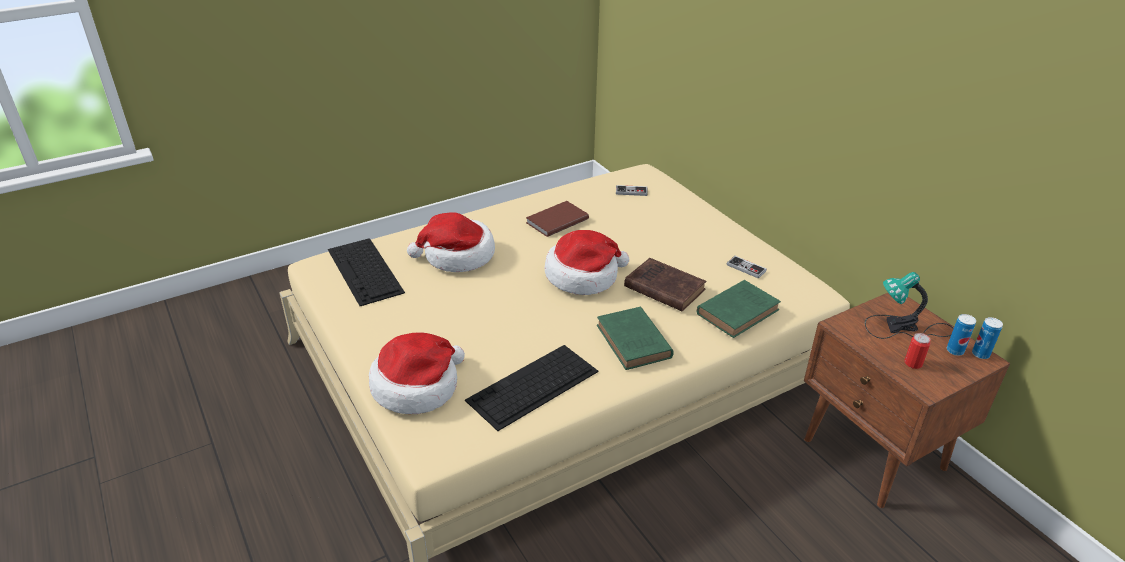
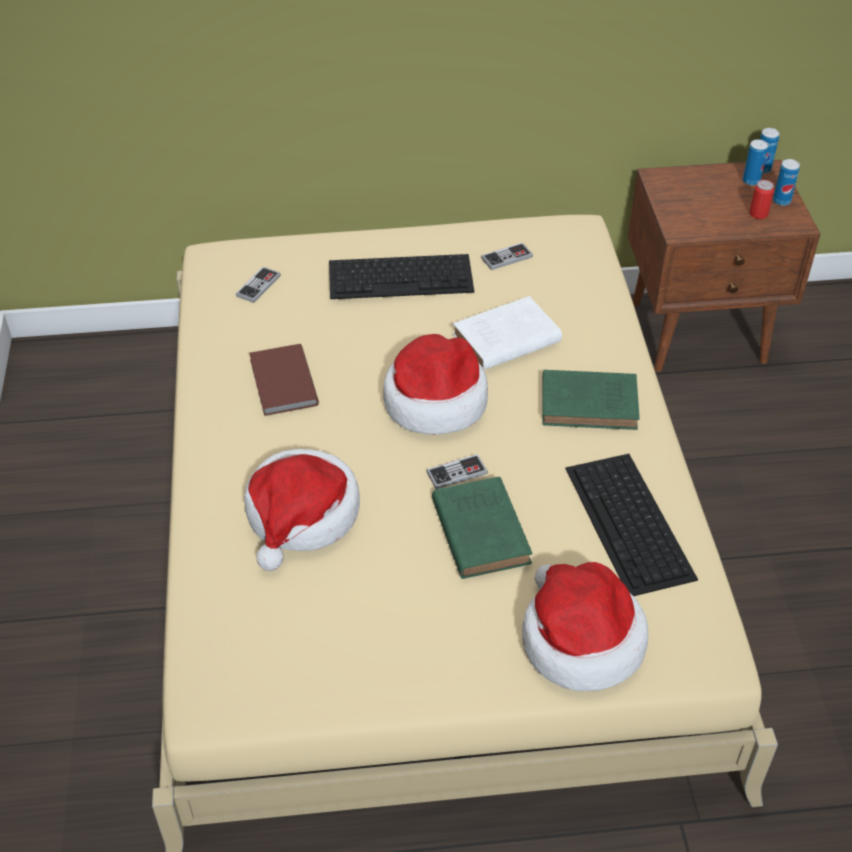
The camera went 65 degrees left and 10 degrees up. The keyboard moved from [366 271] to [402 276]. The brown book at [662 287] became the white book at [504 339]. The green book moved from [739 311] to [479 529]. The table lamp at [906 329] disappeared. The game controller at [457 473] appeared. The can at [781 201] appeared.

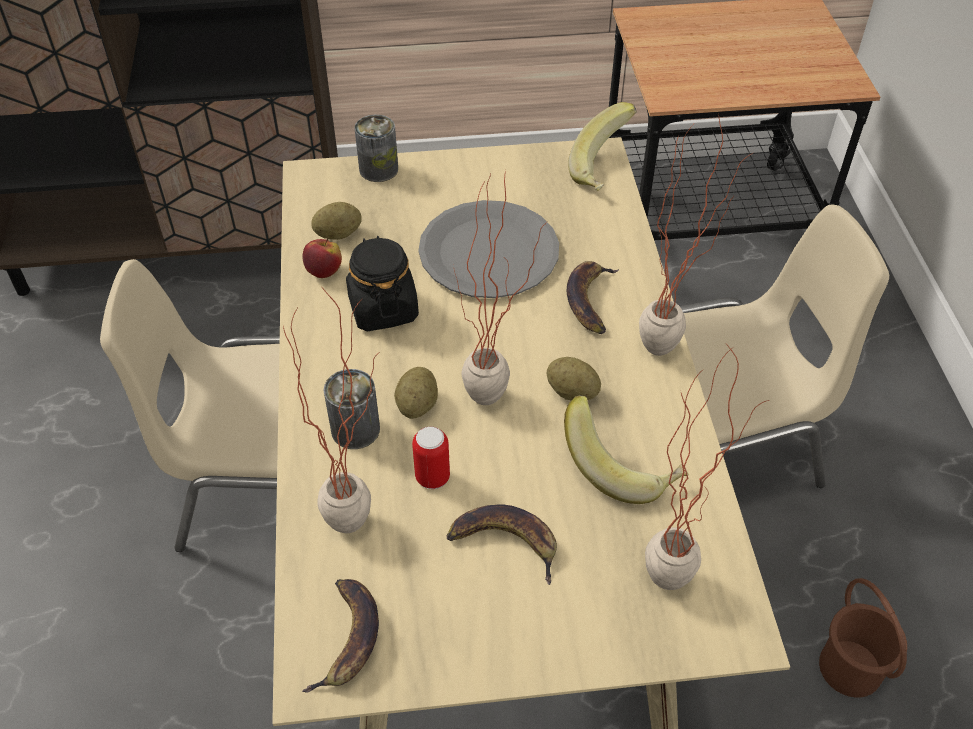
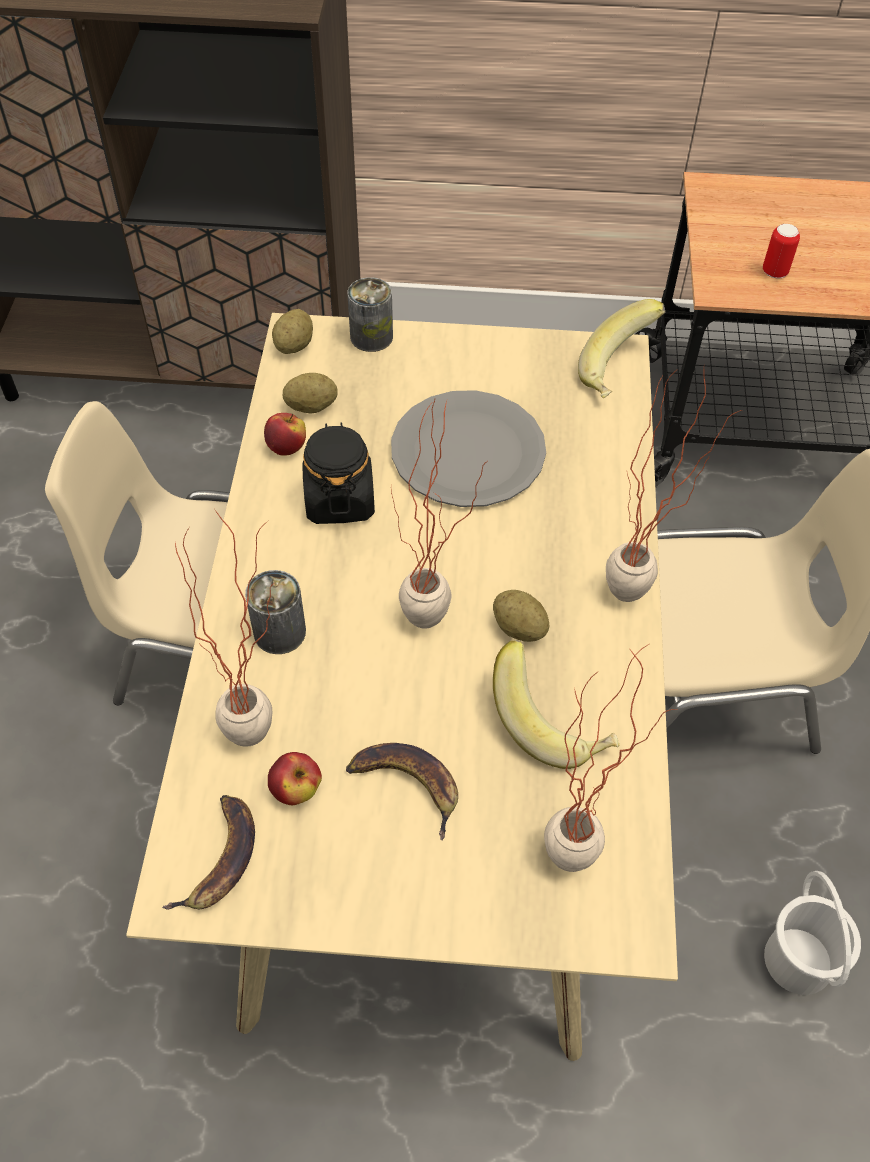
The camera went 10 degrees right and 5 degrees up. The potato moved from [417 405] to [294 345]. The can moved from [432 477] to [774 272]. The banana at [590 300] disappeared. The brown bucket at [851 667] became the white bucket at [799 959]. The apple at [296 790] appeared.

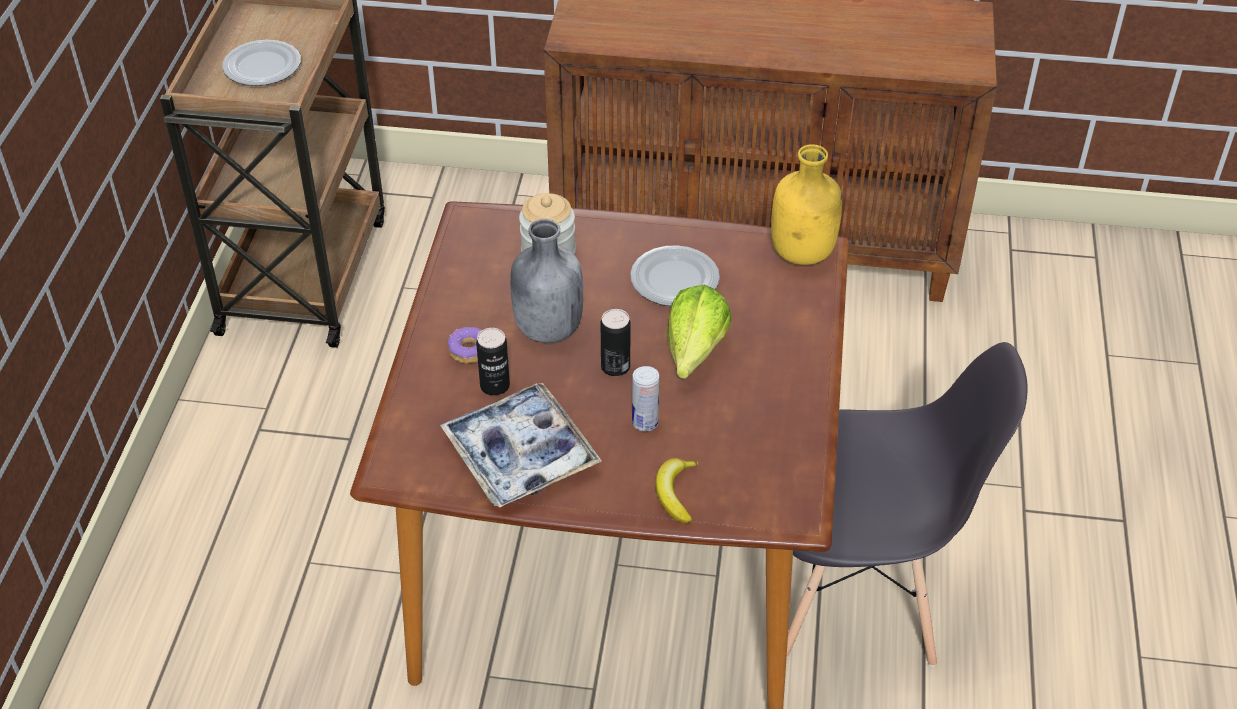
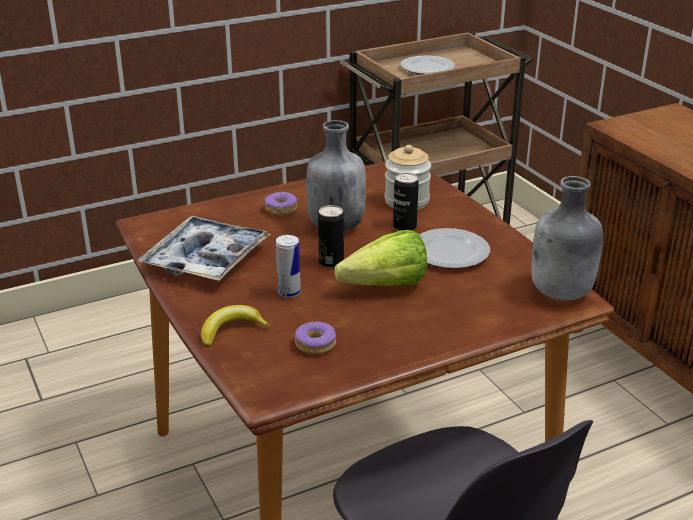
The camera went 55 degrees right and 15 degrees down. The can moved from [495 386] to [404 226]. The yellow bottle at [803 253] became the grey bottle at [561 293]. The donut at [315 344] appeared.

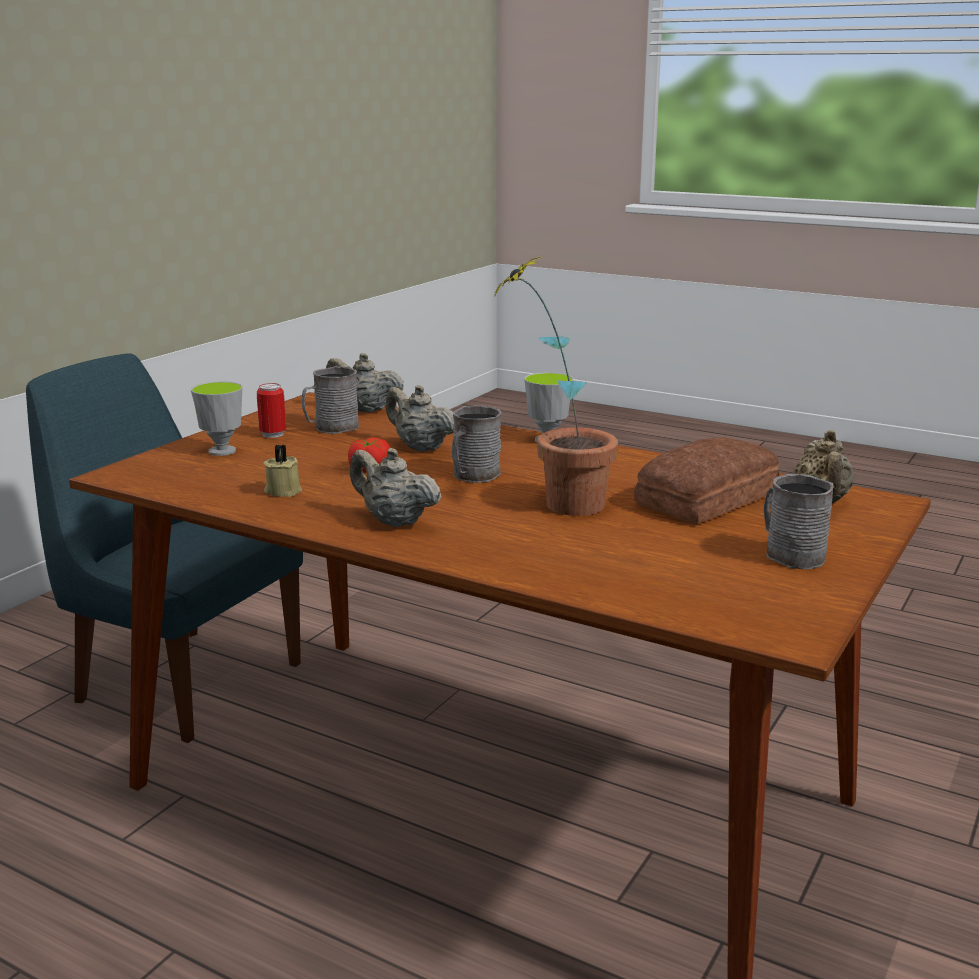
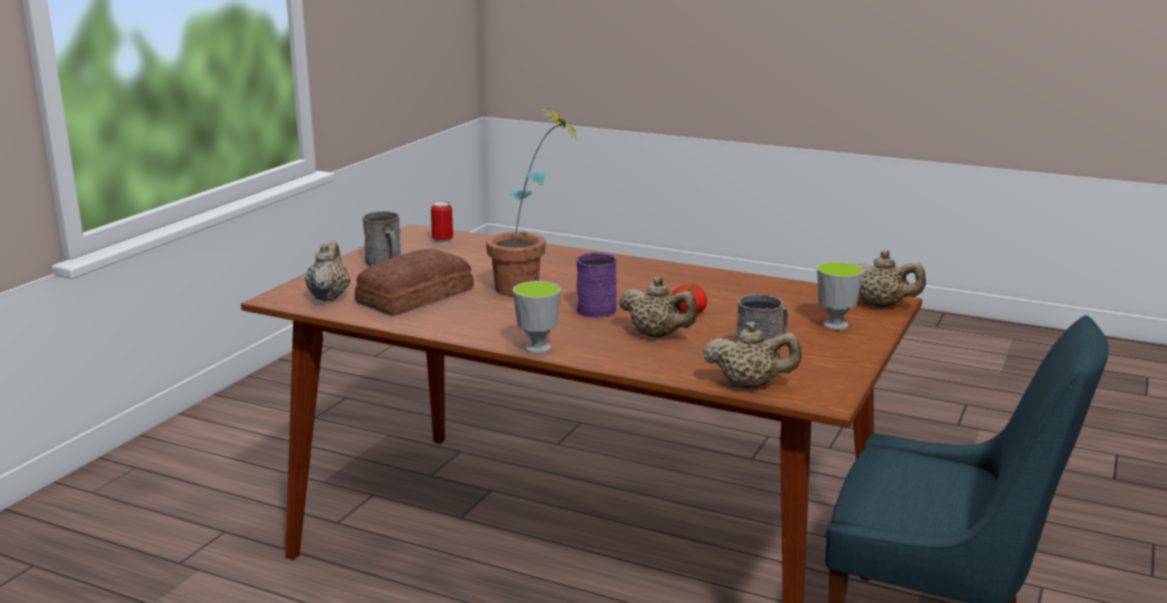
The camera went 175 degrees right and 0 degrees up. The can moved from [273 434] to [442 241]. The beige candle at [283 491] disappeared. The beige teapot moved from [394 521] to [881 305]. The grey mug at [472 476] became the purple mug at [599 308].

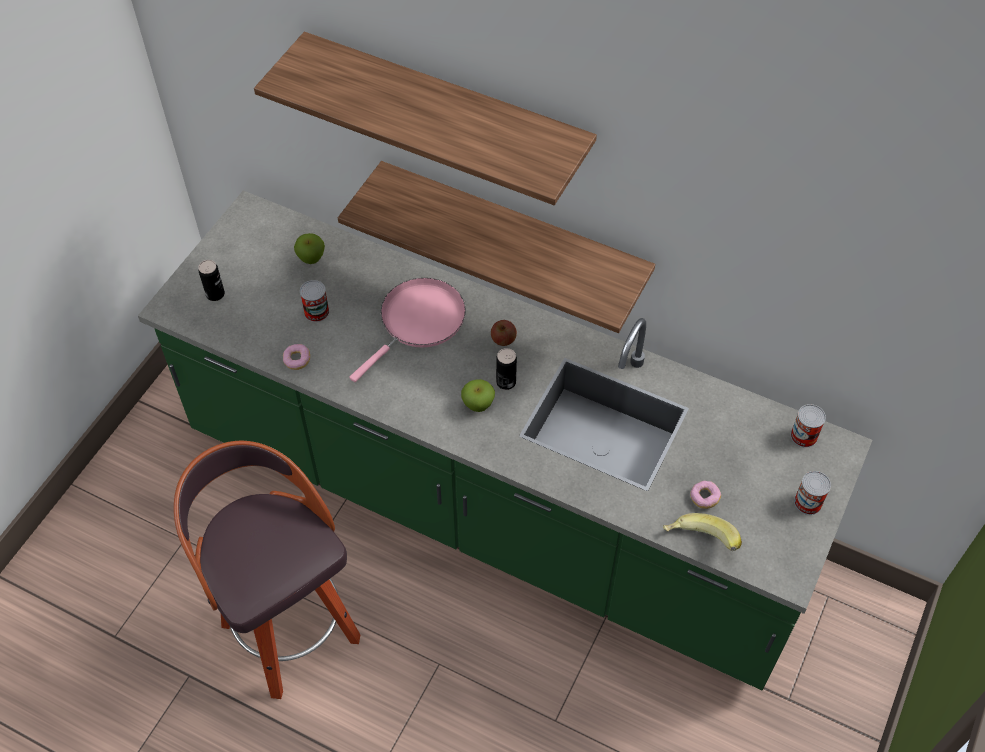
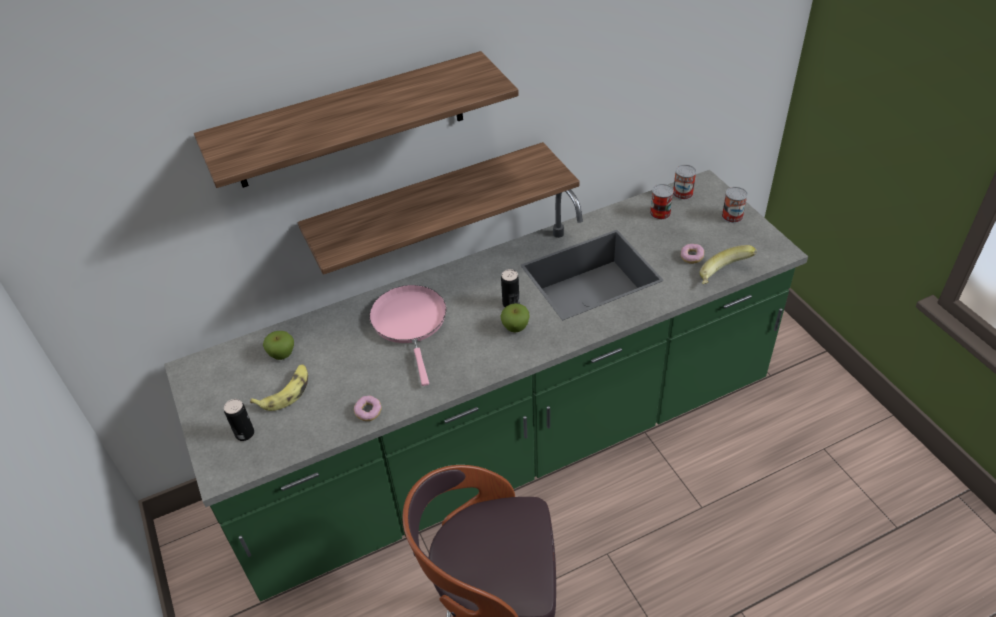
The camera went 50 degrees left and 10 degrees down. The can moved from [316 312] to [660 213]. The apple at [503 339] disappeared. The banana at [286 392] appeared.

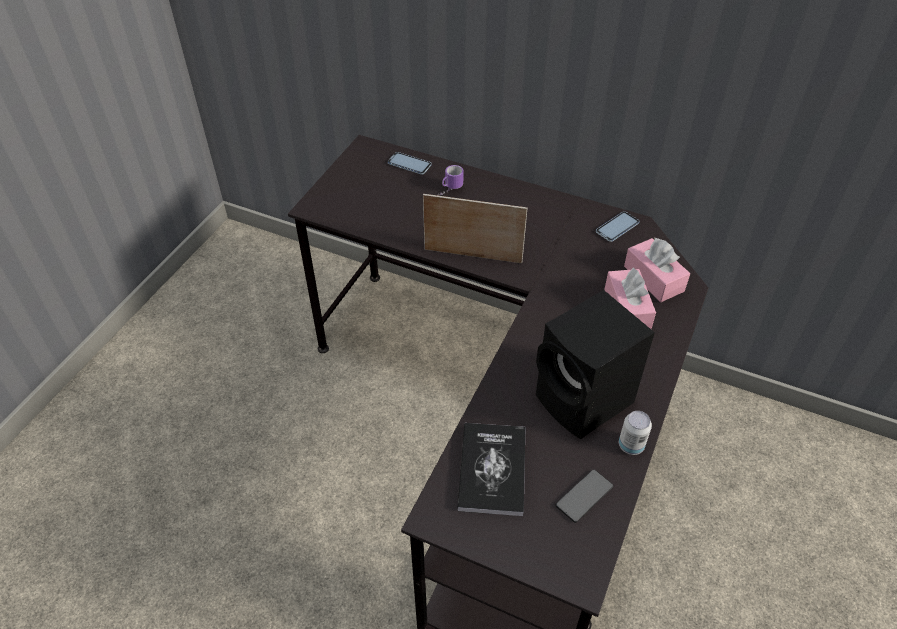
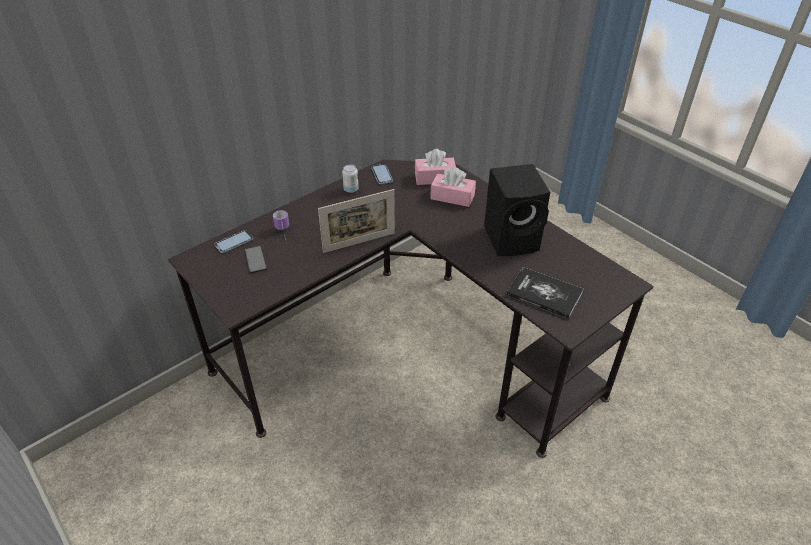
The camera went 65 degrees left and 5 degrees down. The picture frame at [473 256] turned 150 degrees counterclockwise. The phone moved from [584 496] to [255 260]. The can moved from [631 445] to [351 189].

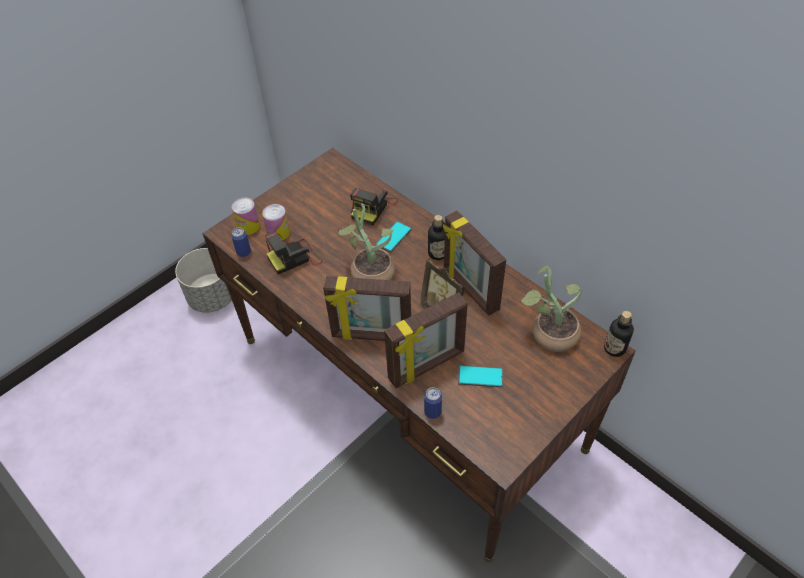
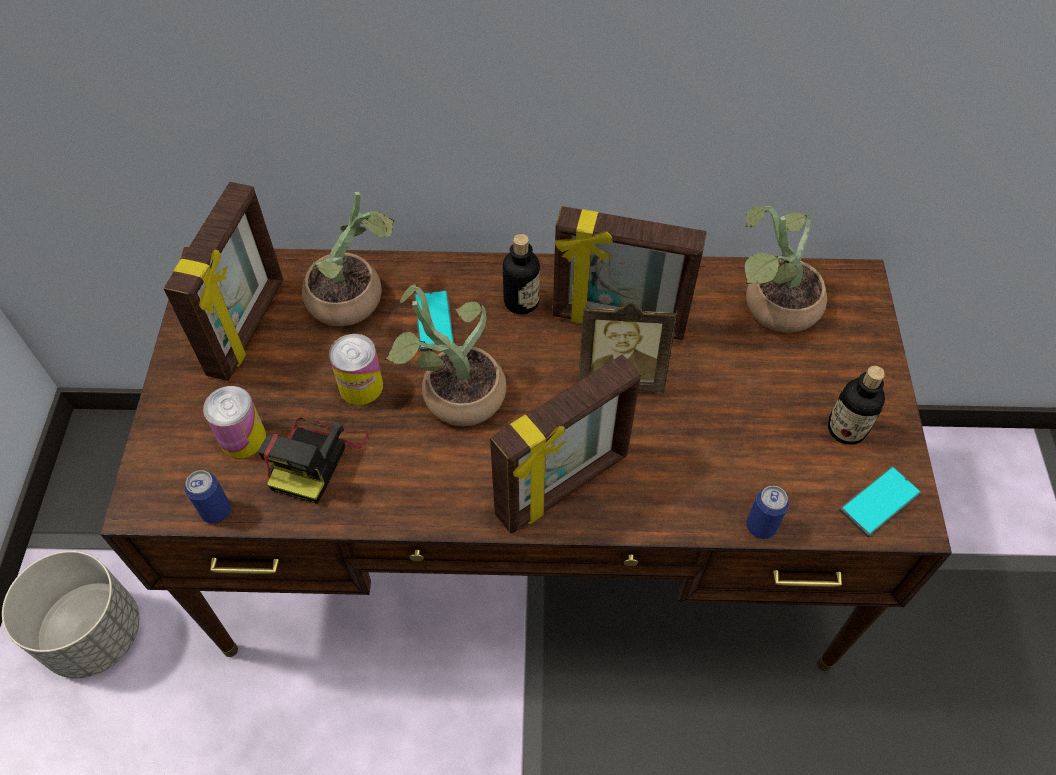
The camera went 45 degrees left and 5 degrees up. The can moved from [248 226] to [361 386]. The photo camera at [373 208] was replaced by the potted plant at [355 299]. The picture frame moved from [427 366] to [249 327]. The phone moved from [480 377] to [880 502]. The bottle moved from [614 348] to [846 429].

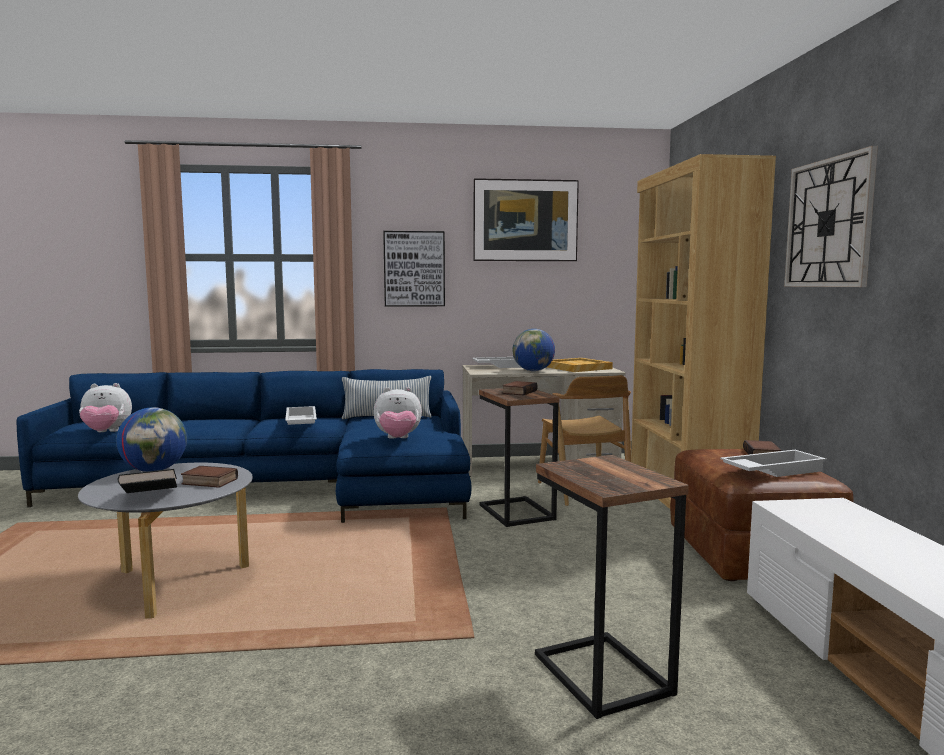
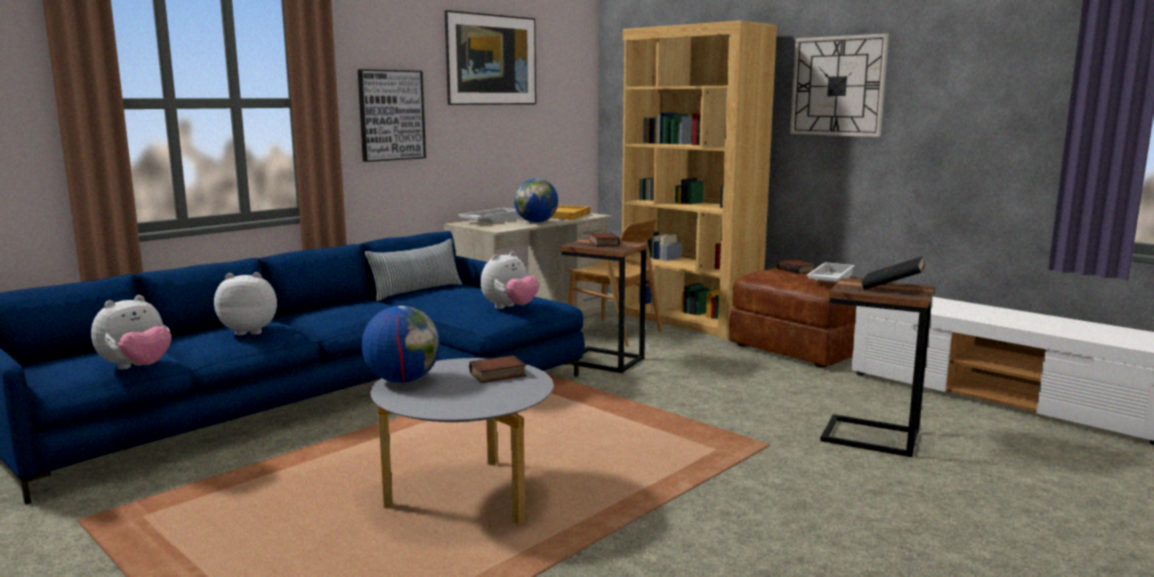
The camera went 40 degrees left and 5 degrees up. The black book moved from [150 498] to [892 288]. The white tray at [300 422] disappeared. The plush toy at [250 331] appeared.

